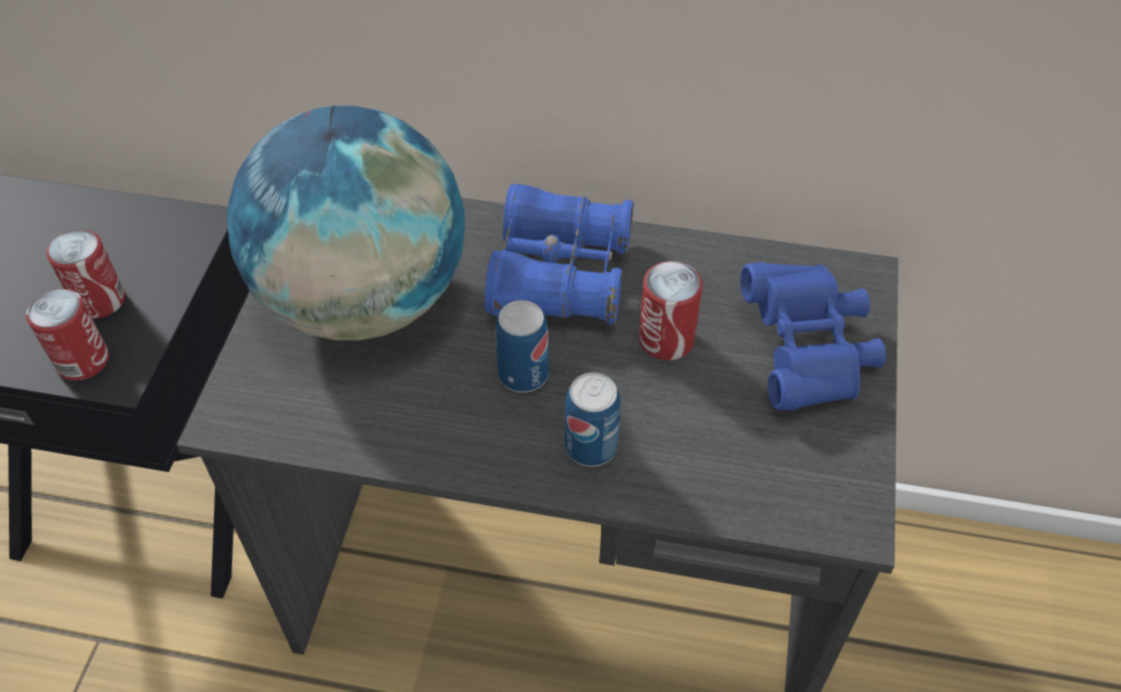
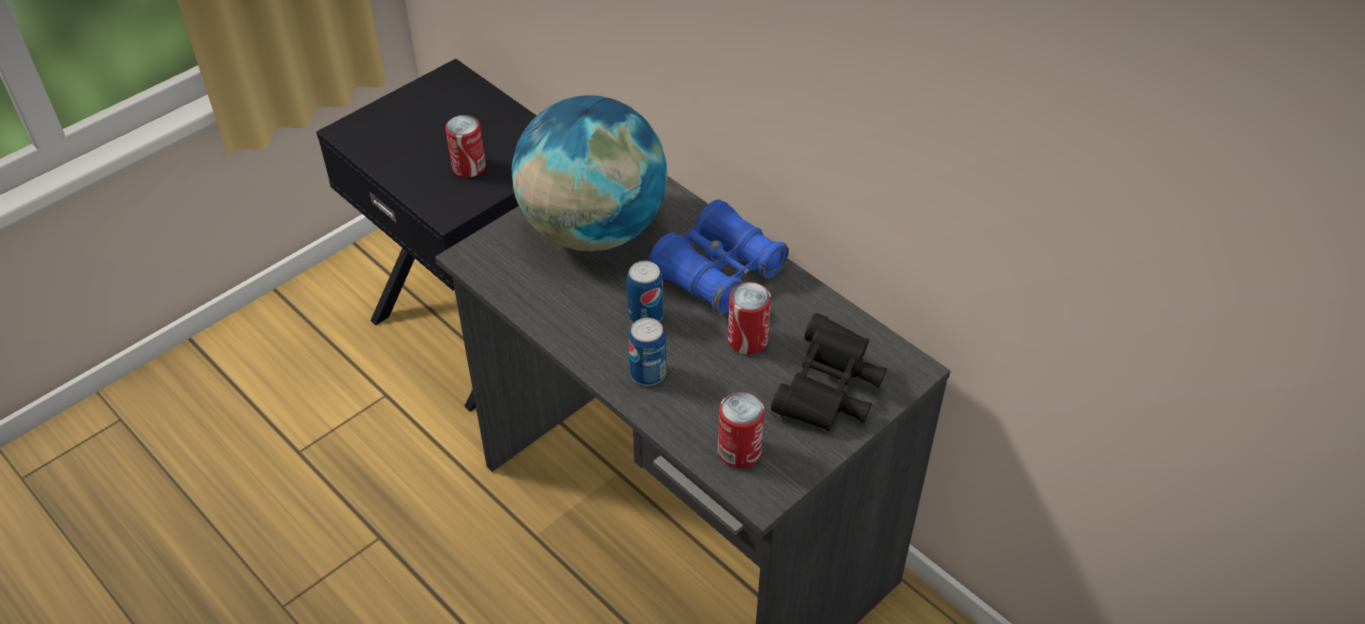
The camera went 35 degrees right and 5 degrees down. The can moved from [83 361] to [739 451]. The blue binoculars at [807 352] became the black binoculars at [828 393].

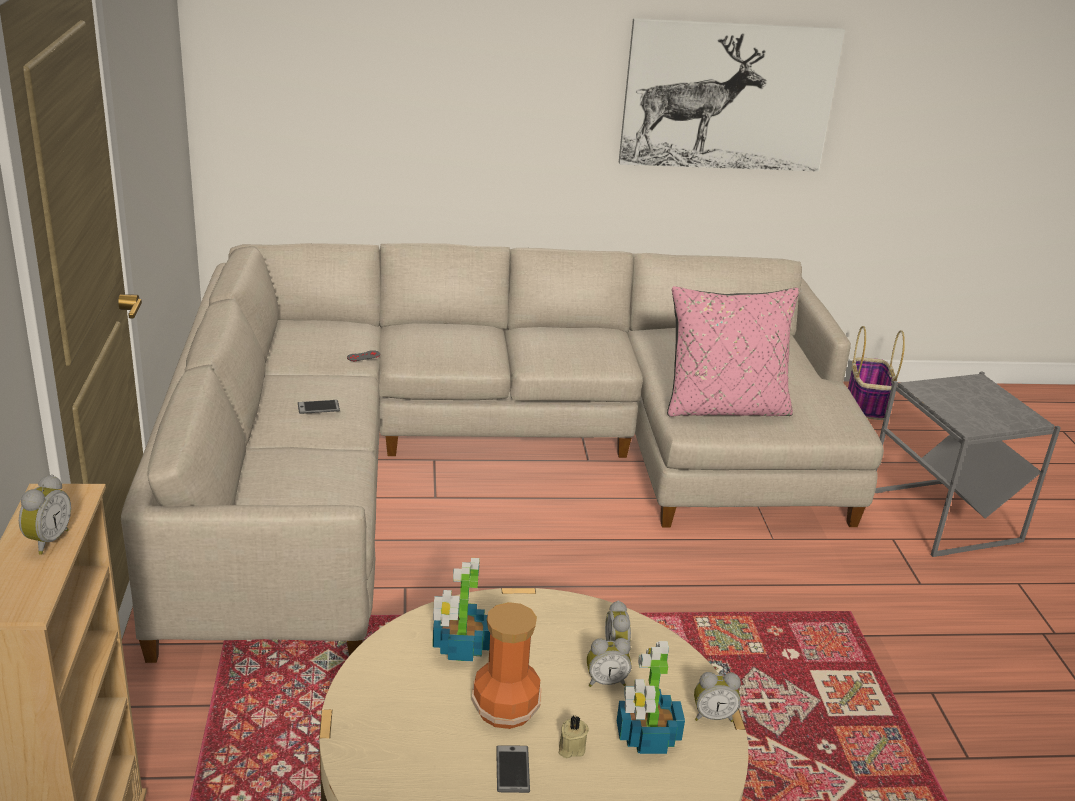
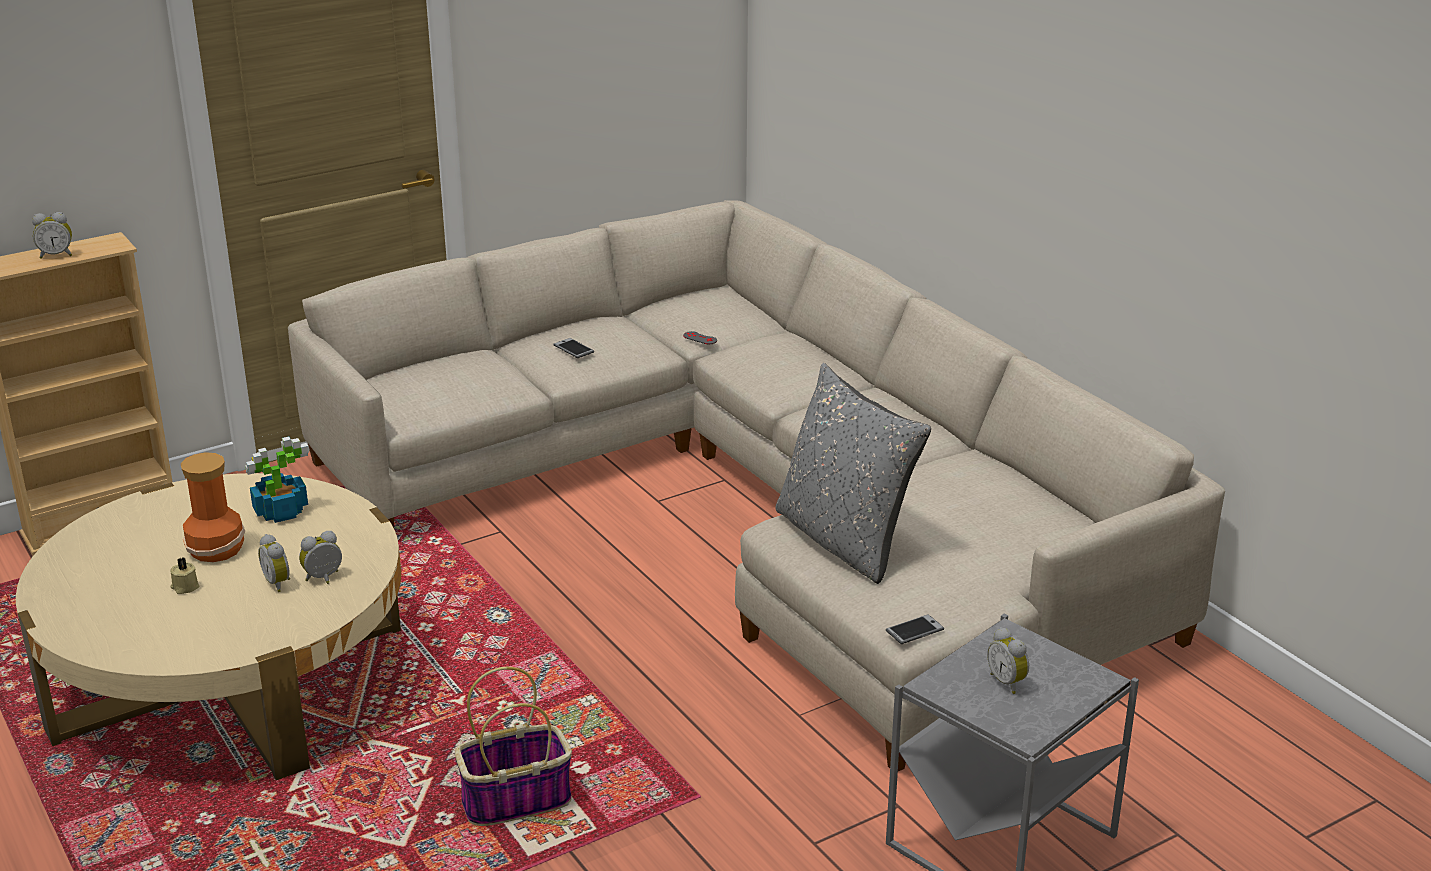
The camera went 65 degrees right and 0 degrees up. The phone moved from [512 770] to [914 630]. The potted plant at [647 737] disappeared. The picture at [728 96] disappeared. The pink pillow at [725 408] became the grey pillow at [844 540]. The alarm clock moved from [713 716] to [1008 682]. The basket moved from [866 404] to [517 800].

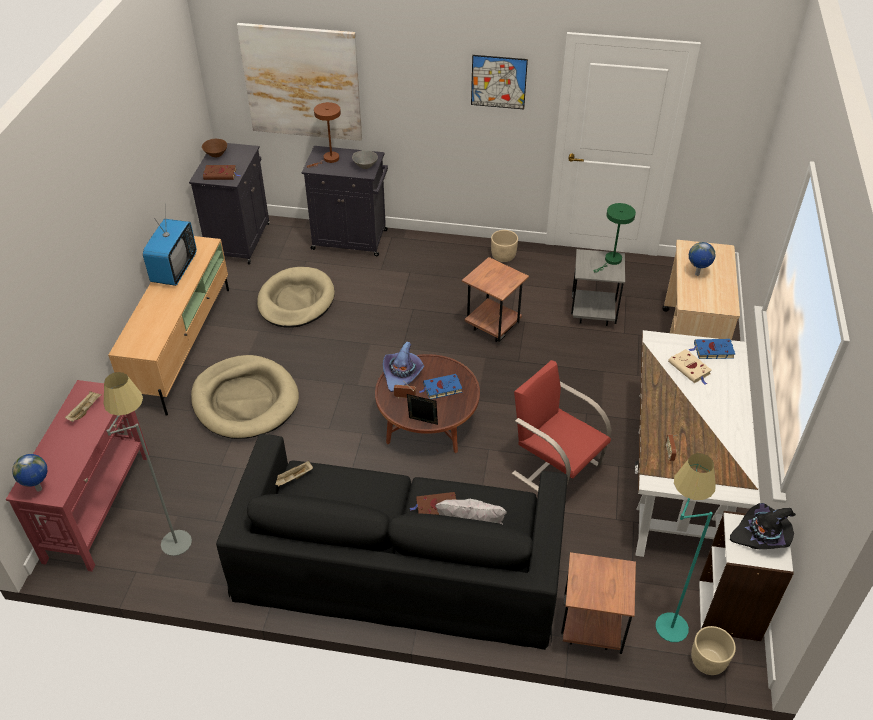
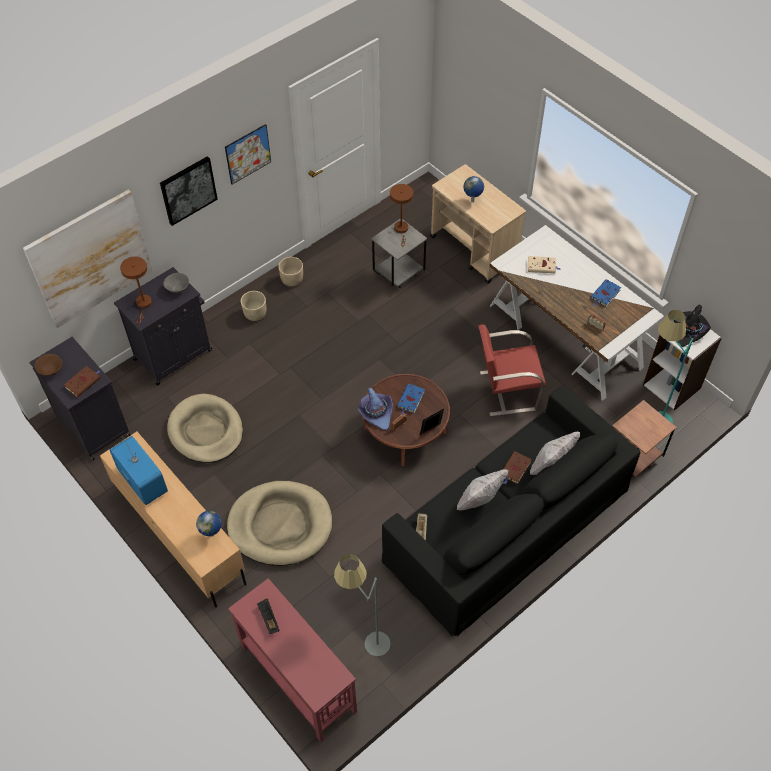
The camera went 50 degrees left and 10 degrees up. The globe moved from [39 489] to [213 534]. The beige tray at [85 410] became the black tray at [268 618]. The brown side table at [493 327] disappeared. The green table lamp at [611 261] became the brown table lamp at [401 230]. The blue book moved from [712 351] to [605 295]. The beige planter moved from [708 661] to [255 314]. The picture at [188 190] appeared. The white pillow at [480 502] appeared.

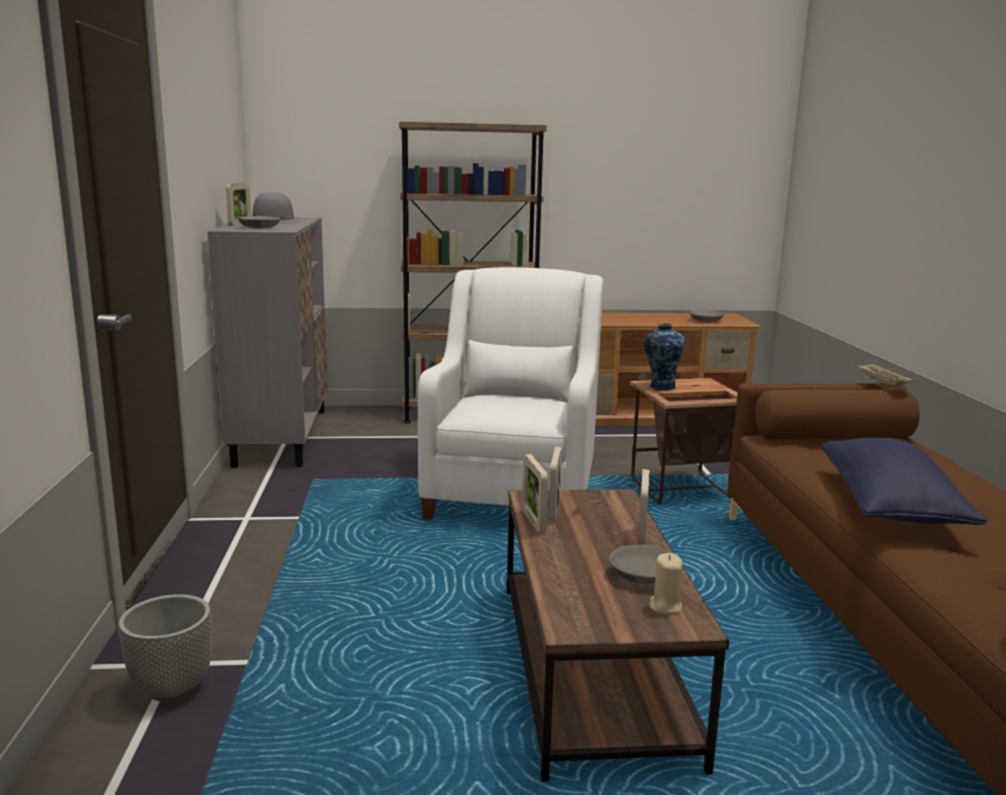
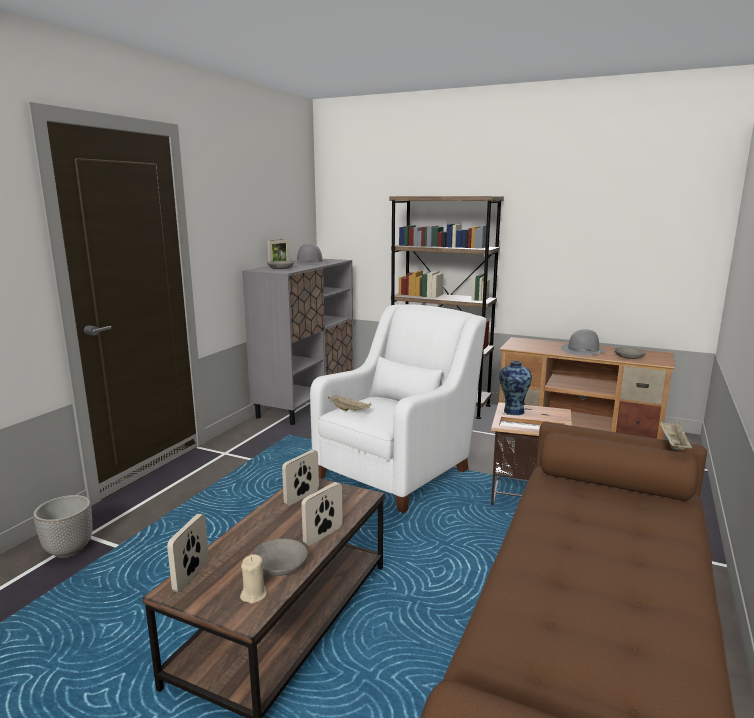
The camera went 30 degrees right and 0 degrees up. The picture frame moved from [533 521] to [191 576]. The blue pillow at [890 506] disappeared. The beige tray at [350 410] appeared. The grey hat at [583 350] appeared.

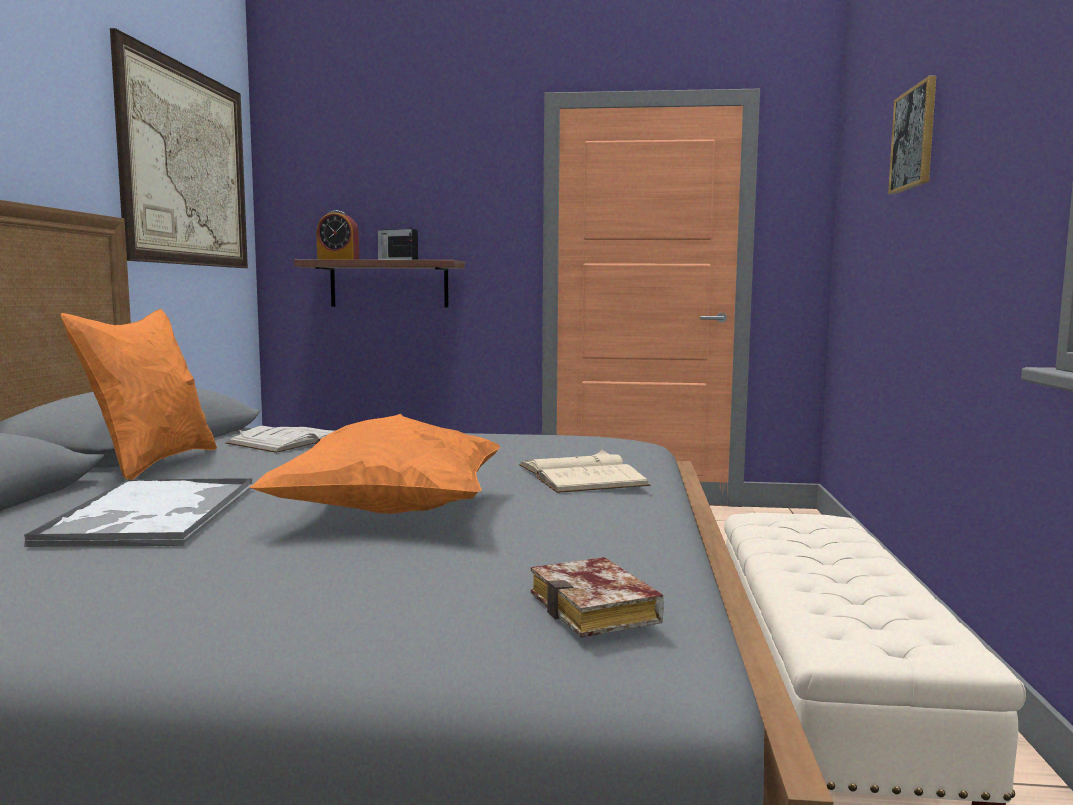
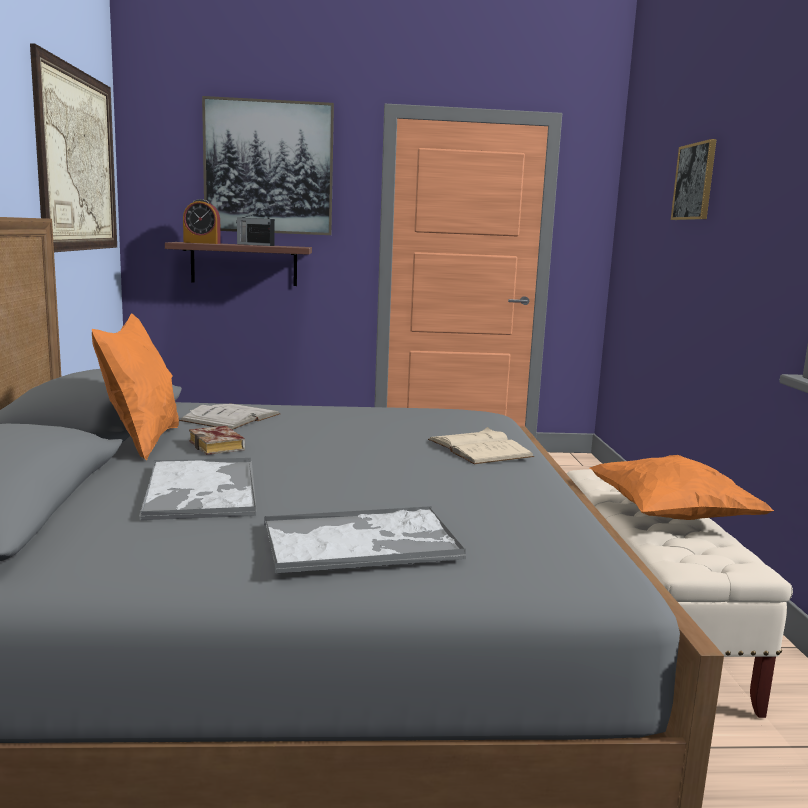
The camera went 10 degrees left and 5 degrees up. The orange pillow moved from [390 512] to [671 517]. The book moved from [600 610] to [219 447]. The picture at [269 167] appeared. The tray at [362 541] appeared.

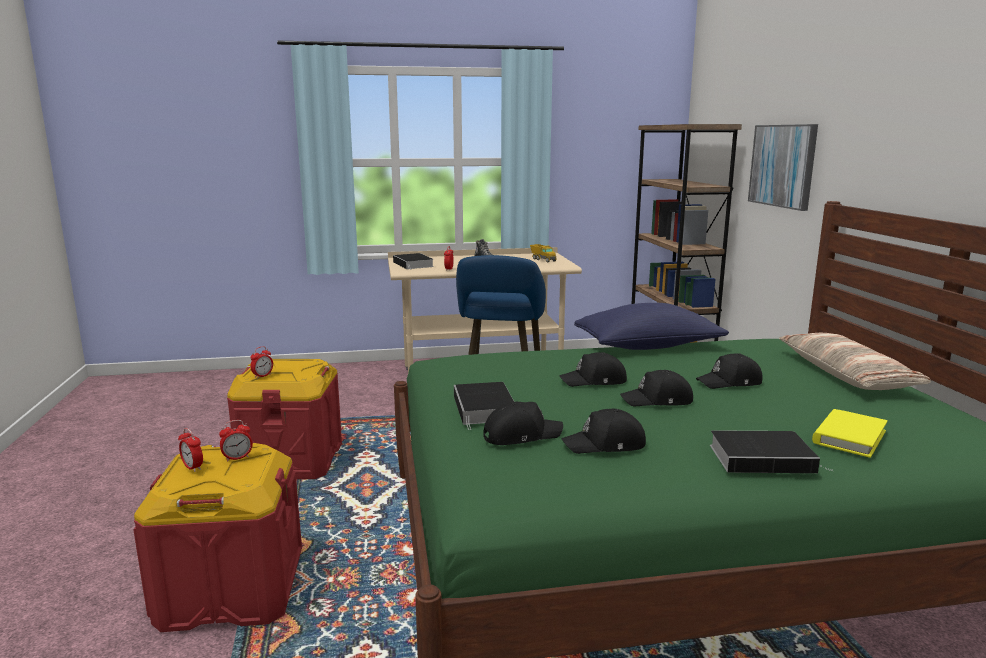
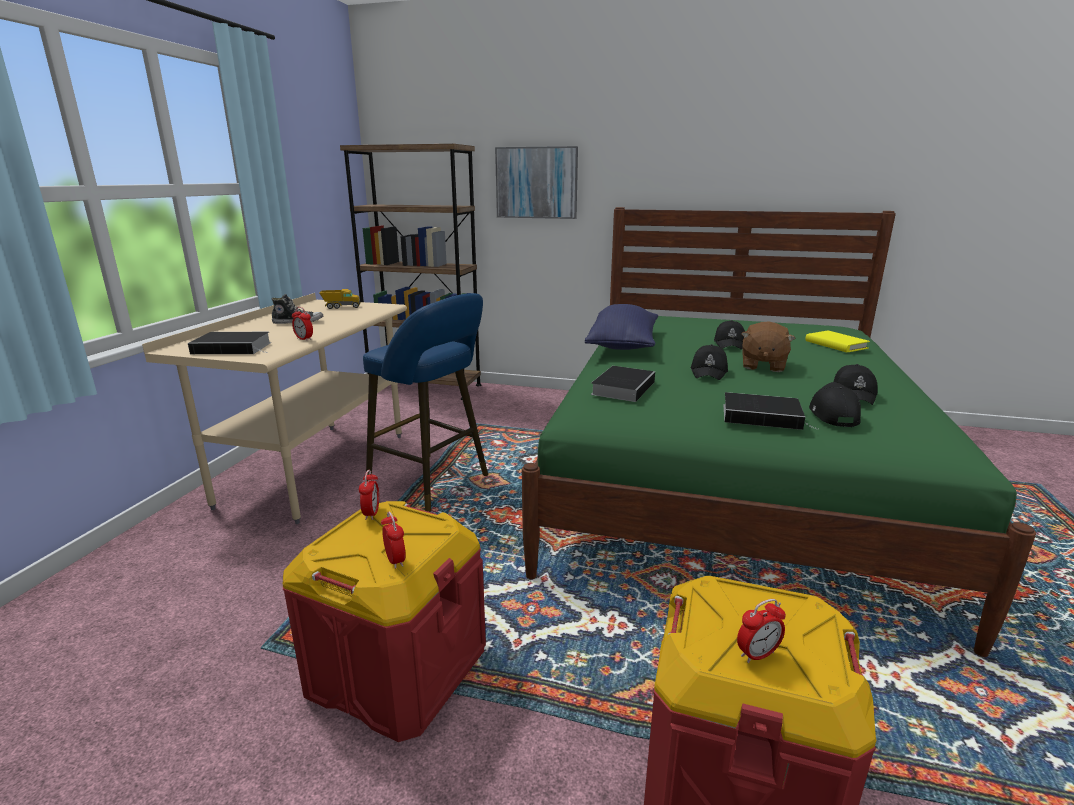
The camera went 65 degrees left and 5 degrees up. The alarm clock moved from [237 458] to [371 513]. The black cap at [658 401] was replaced by the brown plush toy at [762 365]. The book moved from [764 458] to [623 387]. The pillow at [846 374] disappeared.

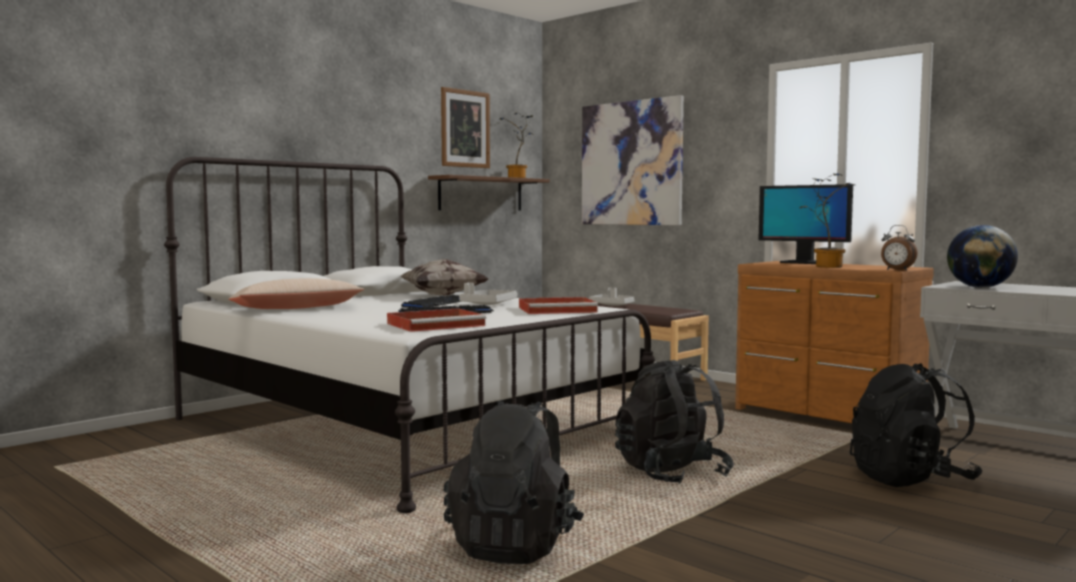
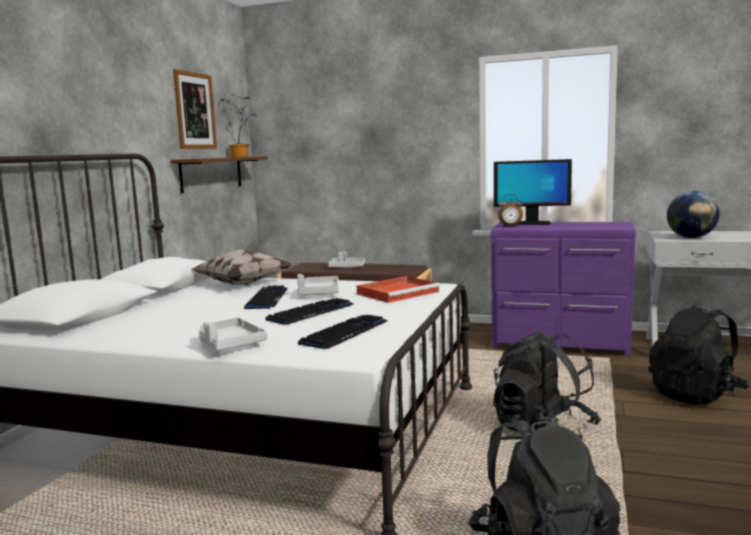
The camera went 25 degrees left and 5 degrees up. The beige pillow at [296 308] disappeared. The red tray at [437 324] was replaced by the keyboard at [345 333]. The picture at [631 163] disappeared. The brown dresser at [826 416] became the purple dresser at [561 343]. The potted plant at [825 266] disappeared. The alarm clock moved from [897 270] to [510 227]. The grey tray at [229 344] appeared.

